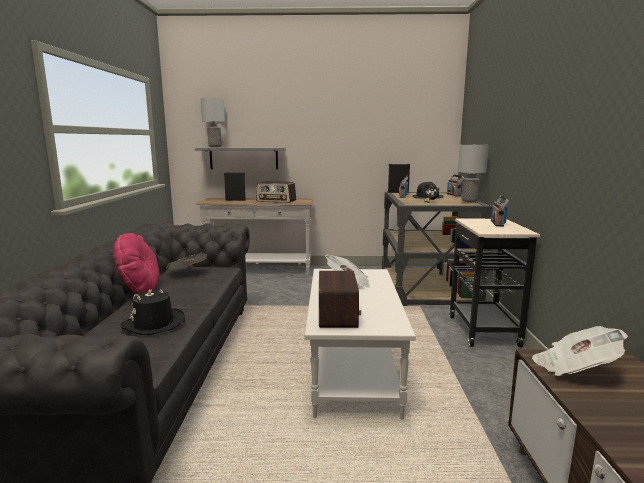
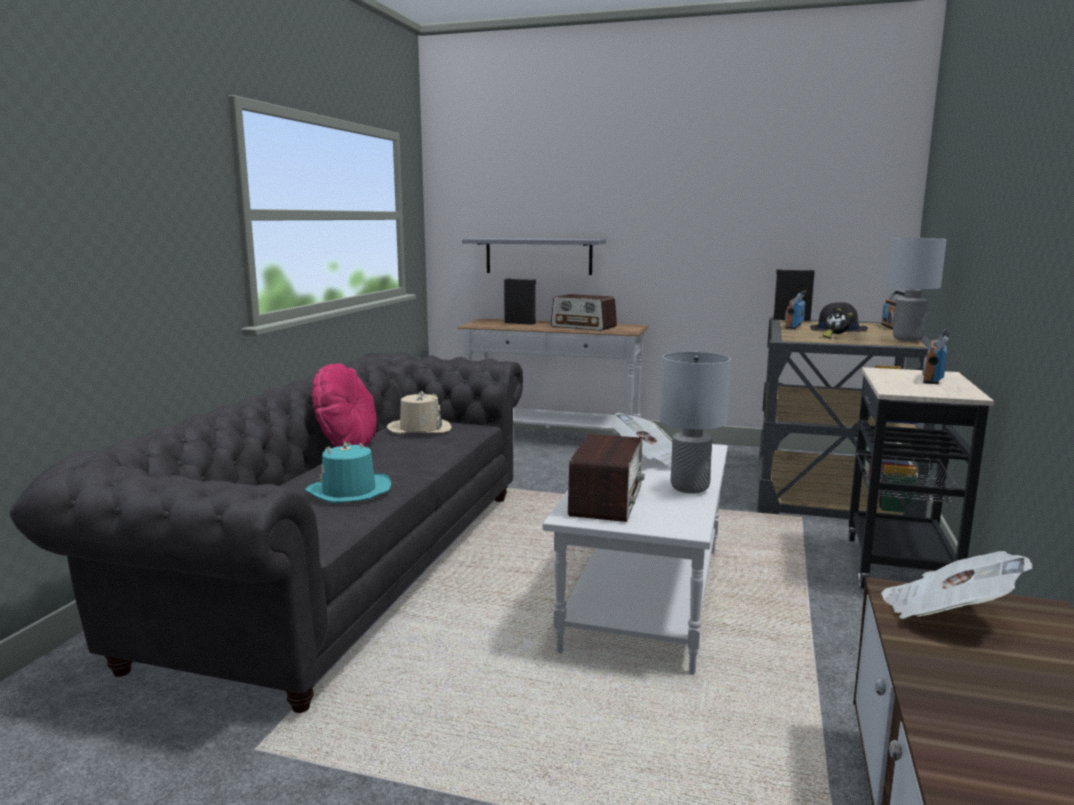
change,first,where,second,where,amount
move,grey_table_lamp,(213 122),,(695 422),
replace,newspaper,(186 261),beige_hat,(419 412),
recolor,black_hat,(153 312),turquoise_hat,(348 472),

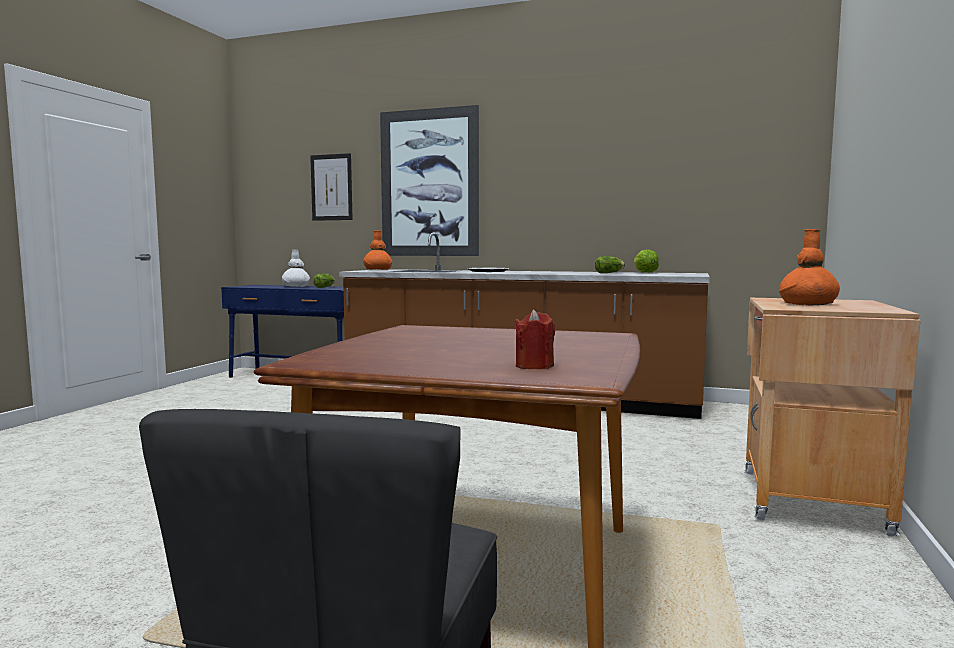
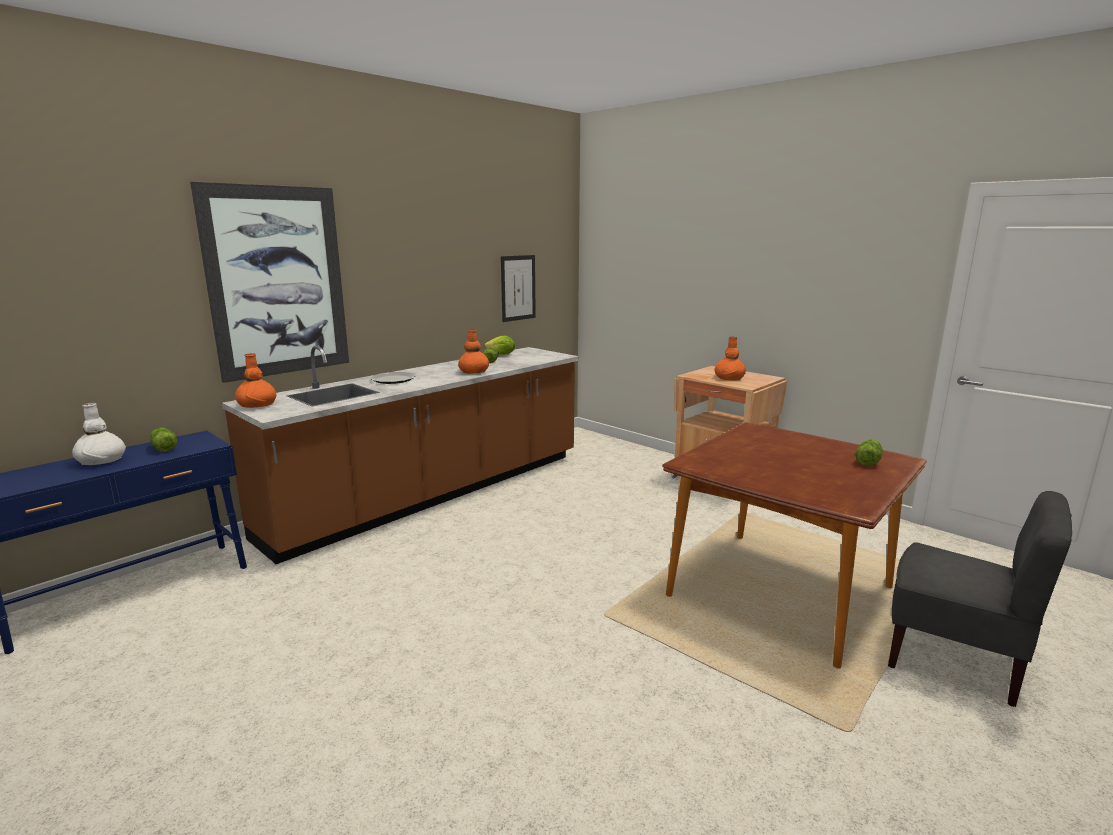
change,first,where,second,where,amount
move,picture,(331 187),,(518 288),
replace,red_candle,(535 339),lettuce,(869 452),
insert,,,orange_vase,(473 352),

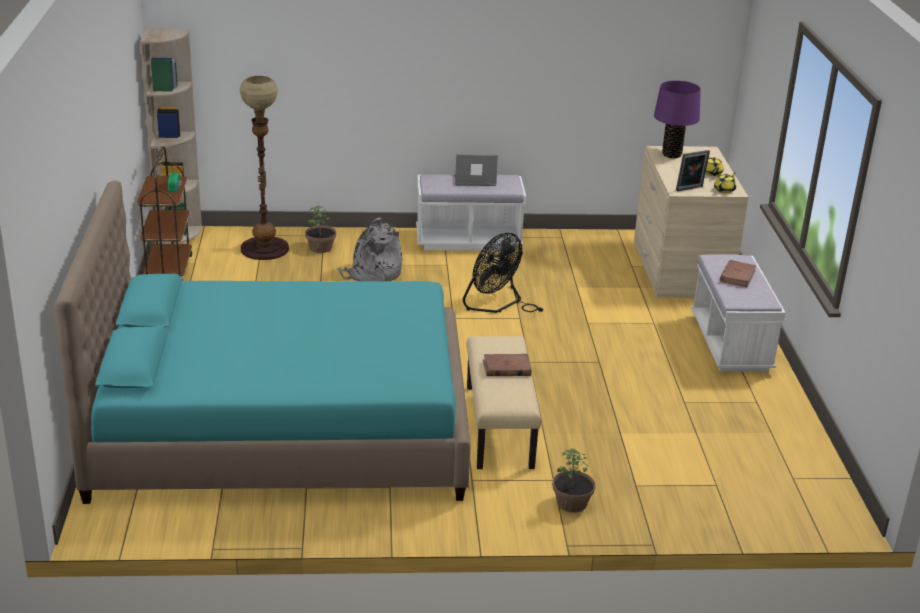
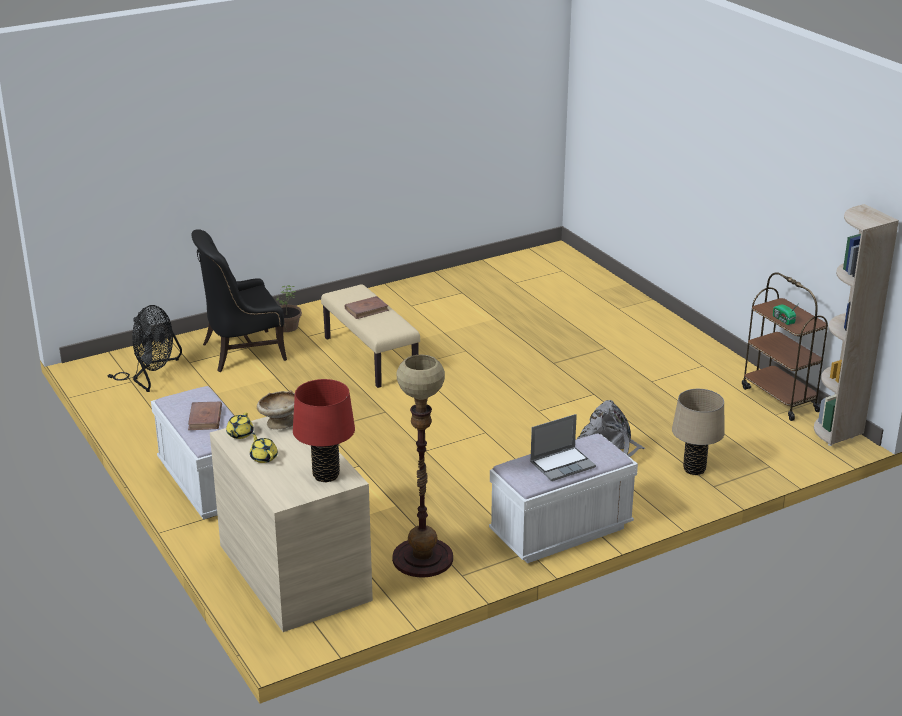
change,first,where,second,where,amount
move,floor_lamp,(264 168),,(422 465),
recolor,purple_table_lamp,(677 119),red_table_lamp,(324 430),
replace,picture_frame,(693 170),beige_bowl,(276 409),
delete,turquoise_bed,(262 342),,,
replace,potted_plant,(320 229),beige_table_lamp,(698 432),
move,black_fan,(503 273),,(145 348),
insert,,,black_chair,(239 300),

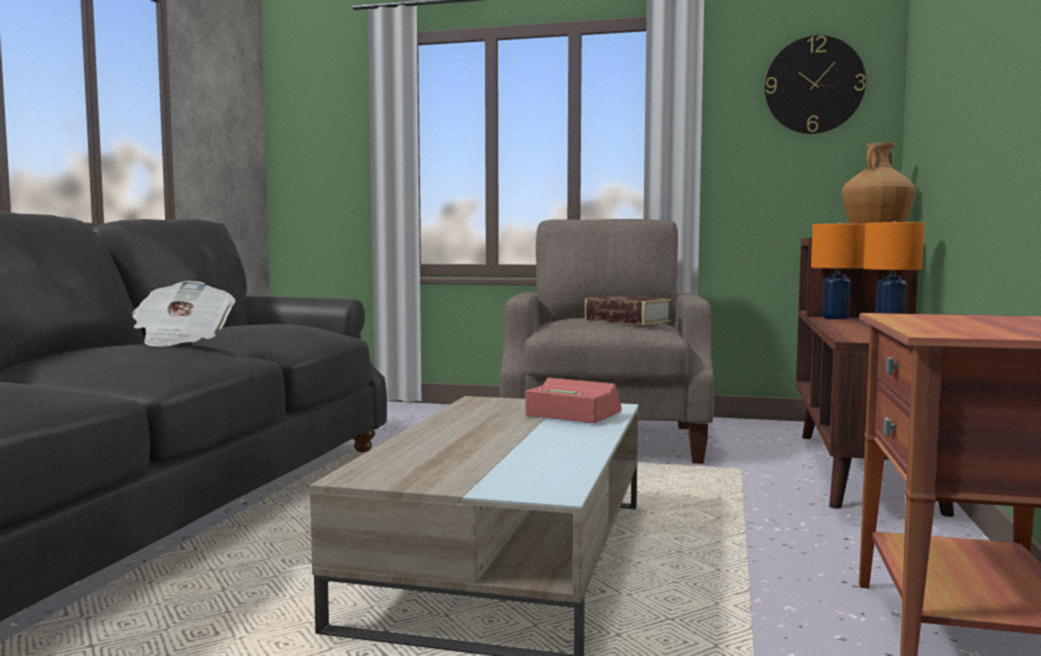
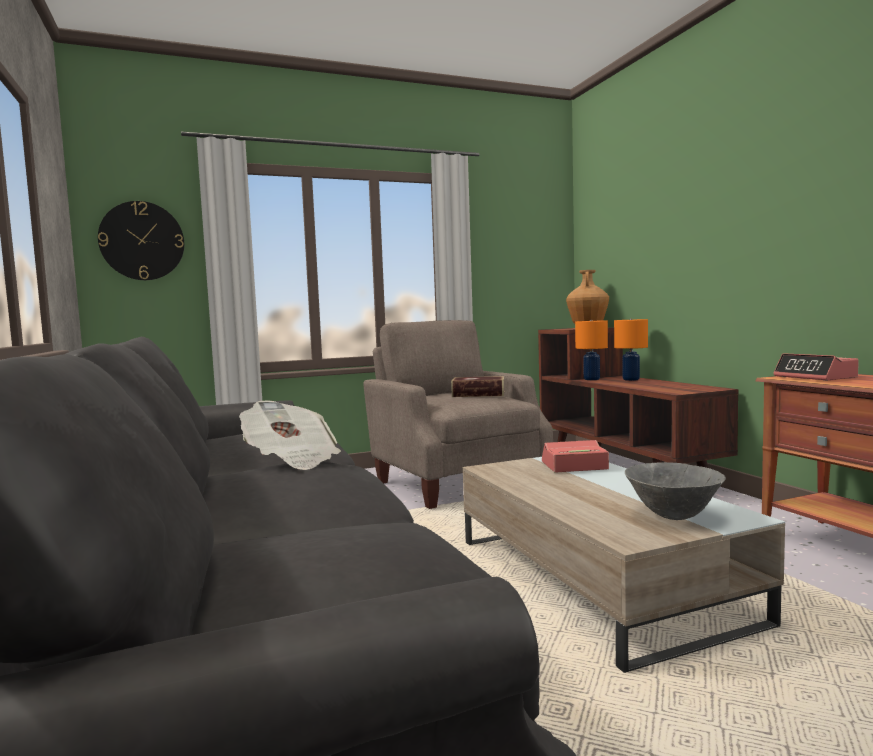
change,first,where,second,where,amount
move,wall_clock,(815 84),,(141 240),
insert,,,alarm_clock,(816 367),
insert,,,grey_bowl,(675 491),

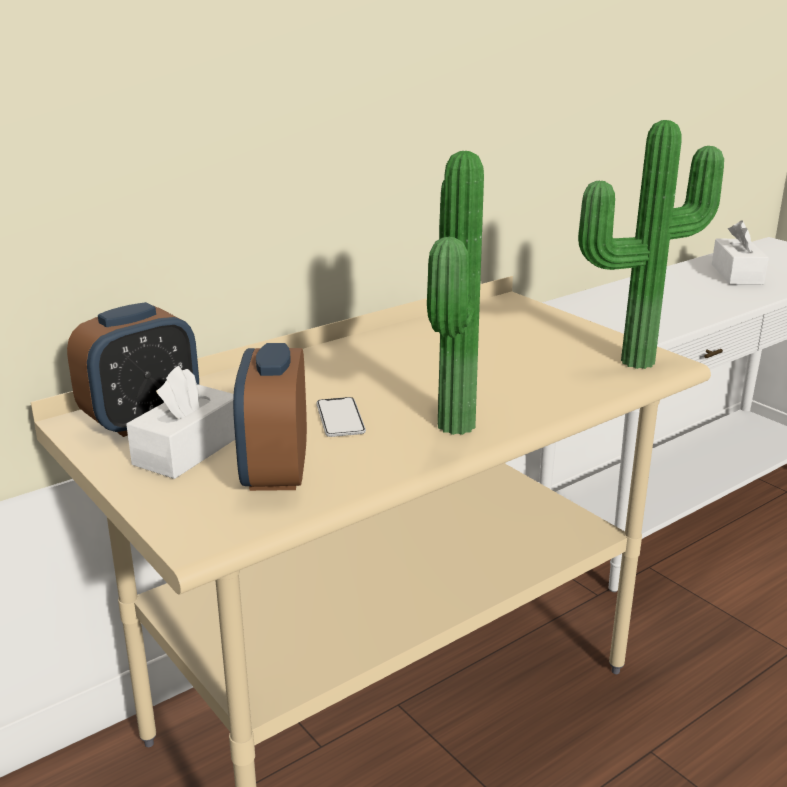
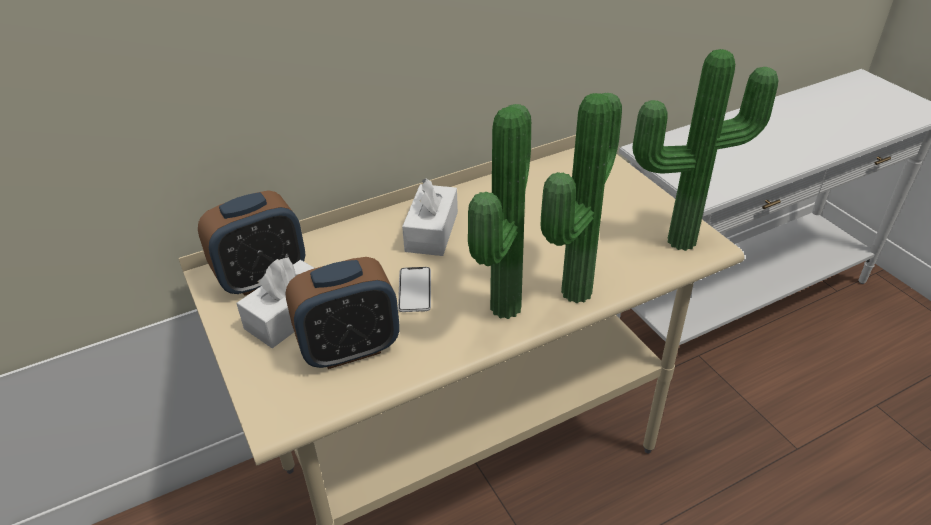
change,first,where,second,where,amount
move,white_tissue_box,(740 253),,(430 217),
rotate,alarm_clock,(270 417),,(342 313),120 degrees counterclockwise
insert,,,potted_plant,(581 198),

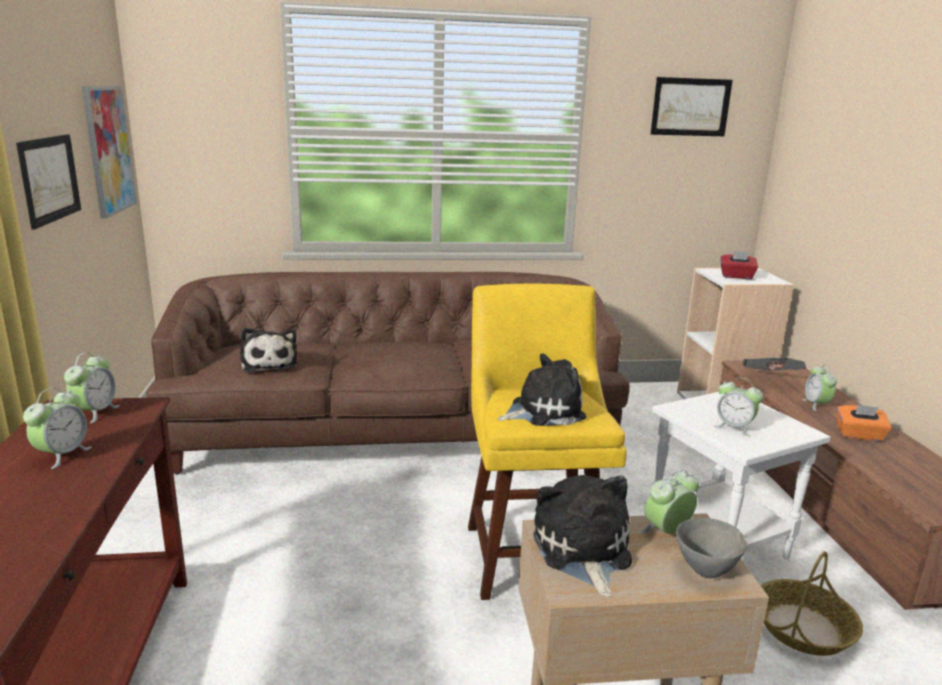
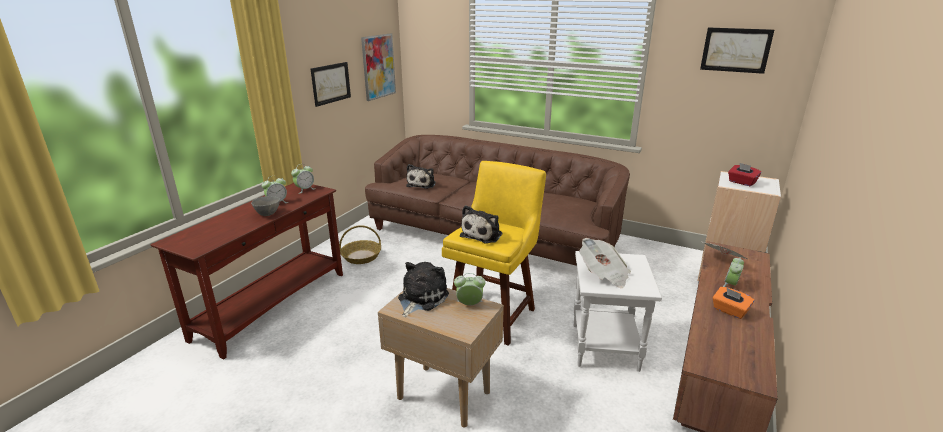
change,first,where,second,where,amount
rotate,plush_toy,(541 390),,(481 224),105 degrees clockwise
replace,alarm_clock,(738 407),newspaper,(605 263),
move,grey_bowl,(711 548),,(265 206),
move,basket,(812 603),,(360 244),

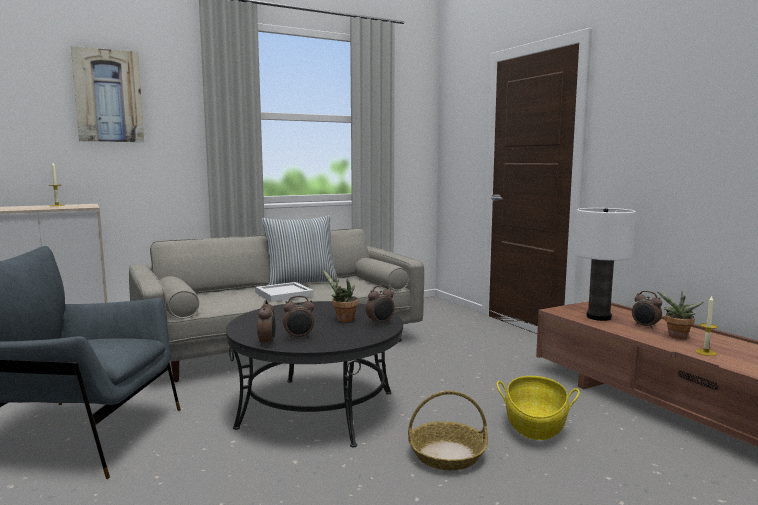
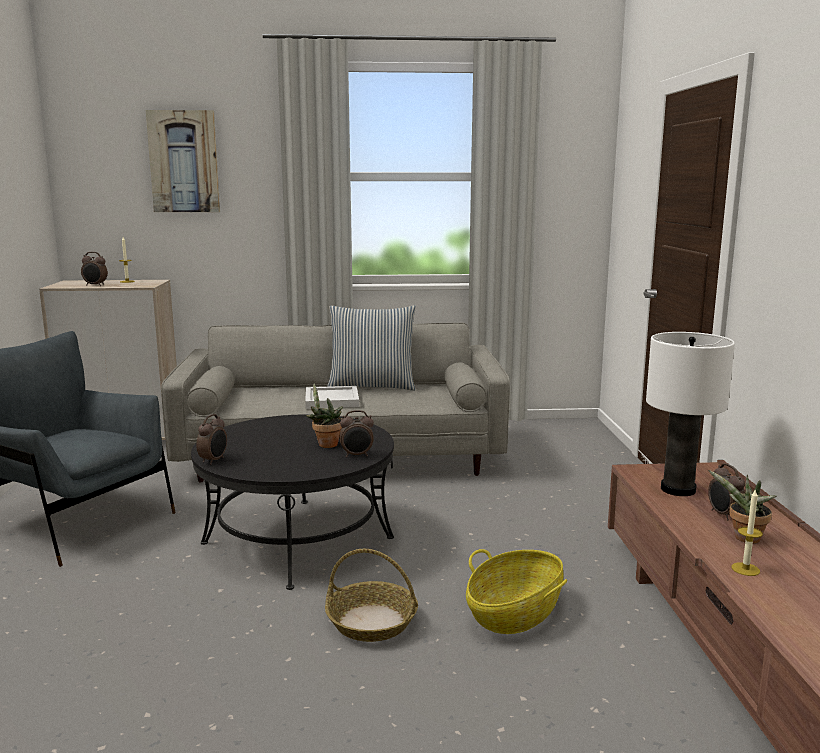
change,first,where,second,where,amount
move,alarm_clock,(298 317),,(94 269),

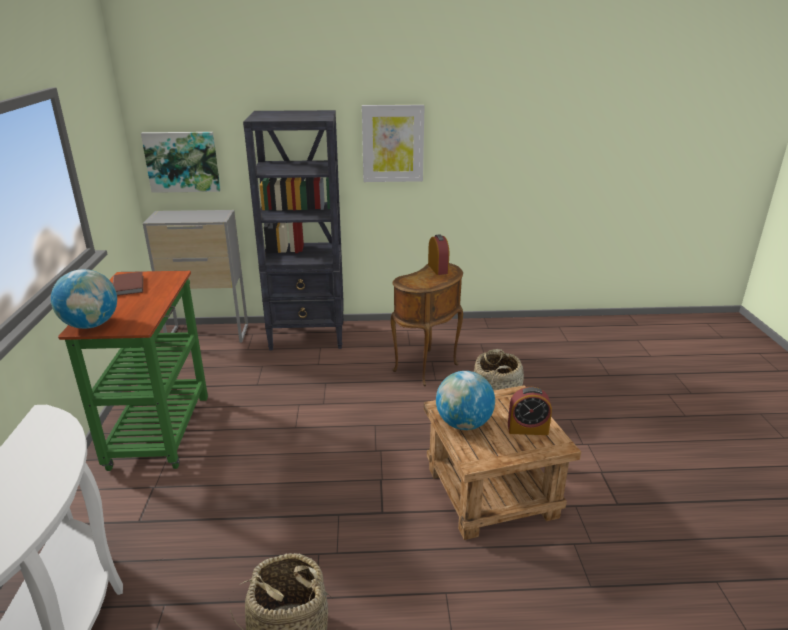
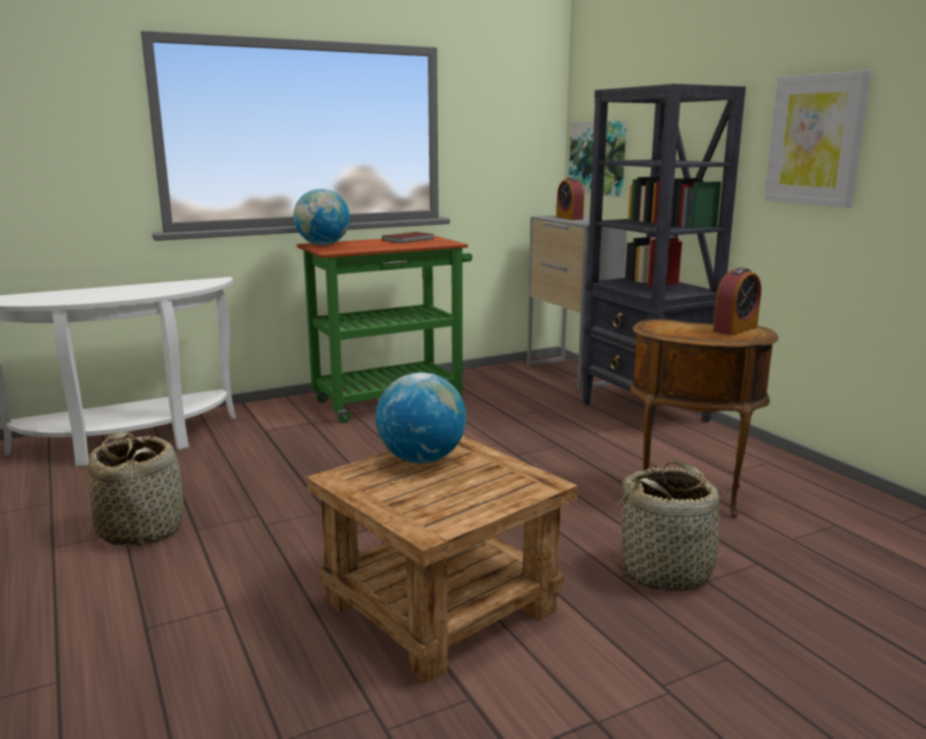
change,first,where,second,where,amount
move,alarm_clock,(530 411),,(570 198),

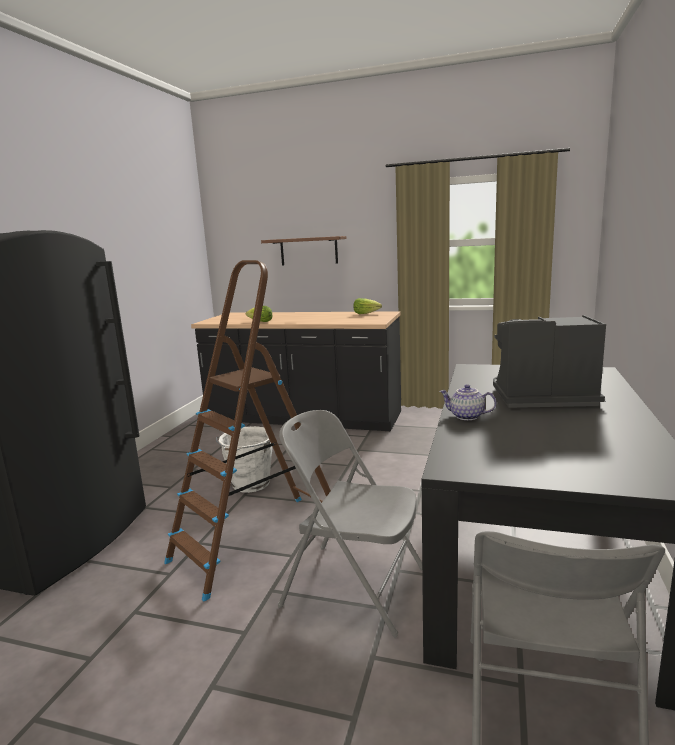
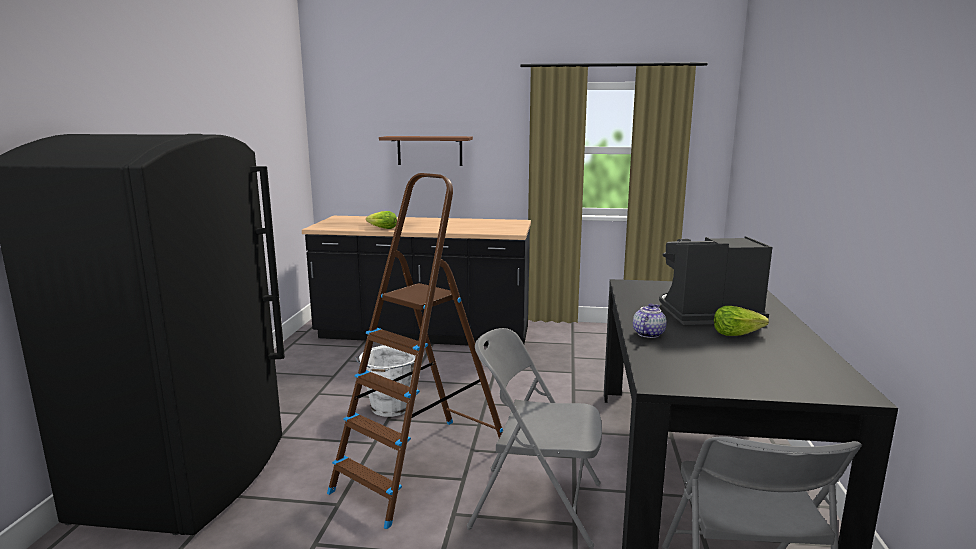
change,first,where,second,where,amount
move,lettuce,(367 306),,(741 321),
rotate,teapot,(468 402),,(650 320),105 degrees clockwise

